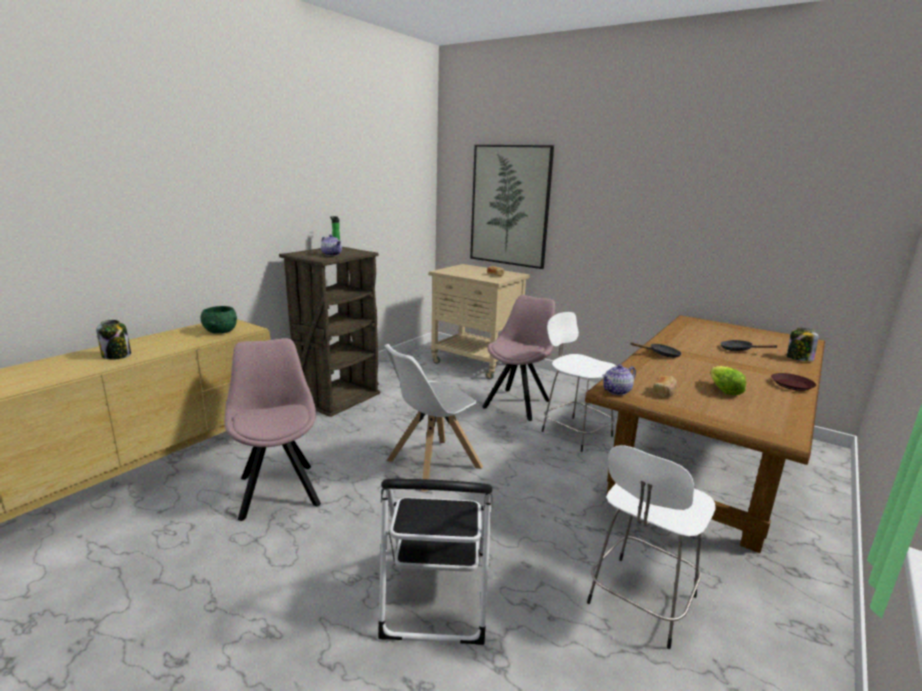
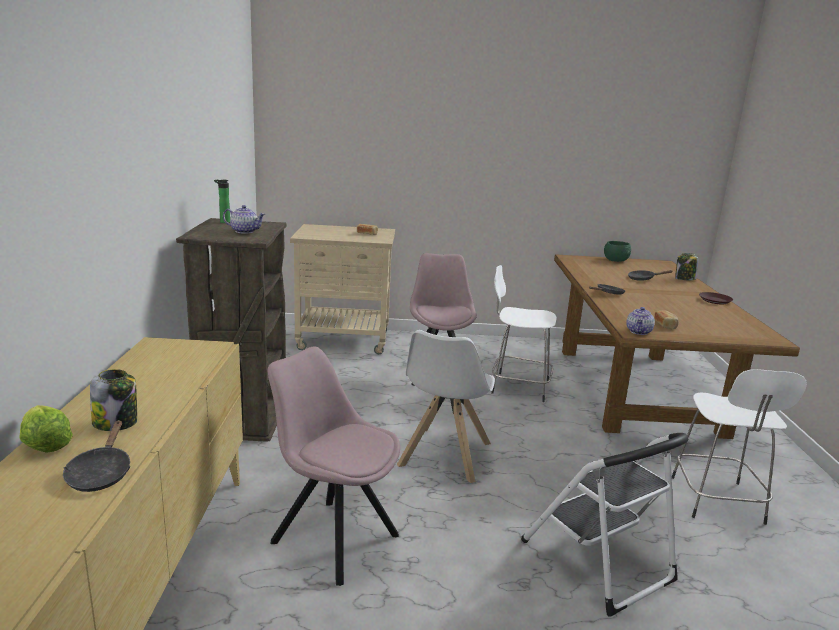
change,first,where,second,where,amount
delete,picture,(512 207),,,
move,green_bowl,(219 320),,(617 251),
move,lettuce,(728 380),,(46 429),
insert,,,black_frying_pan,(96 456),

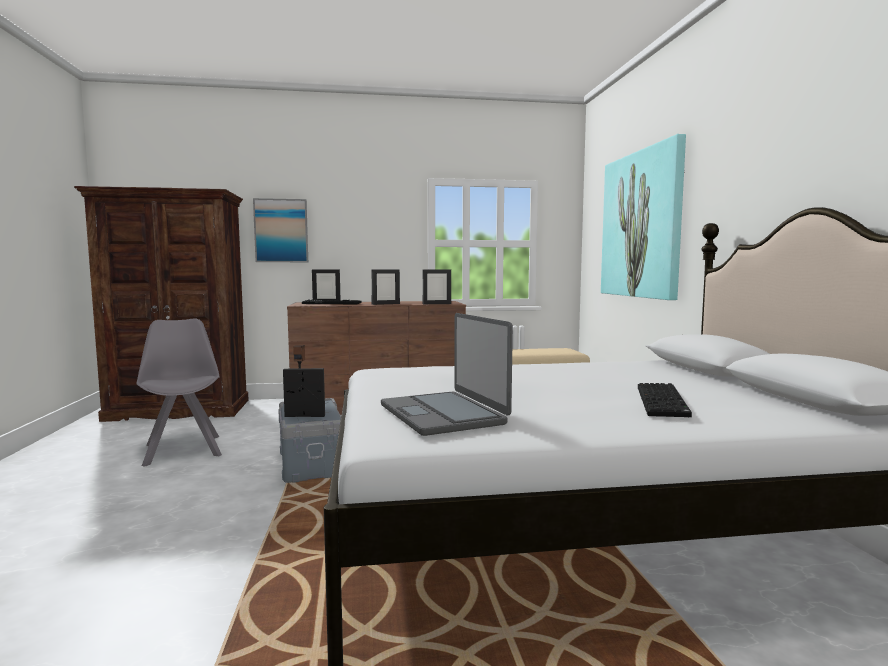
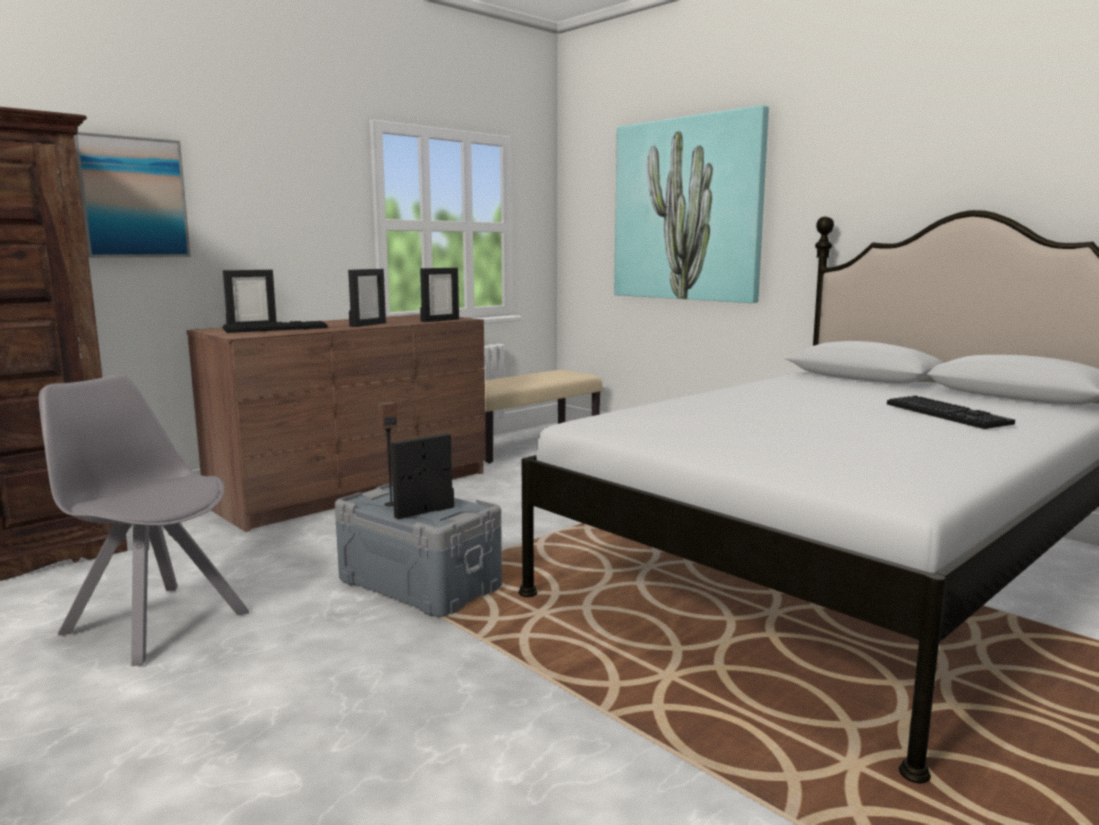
change,first,where,second,where,amount
delete,laptop,(447 374),,,

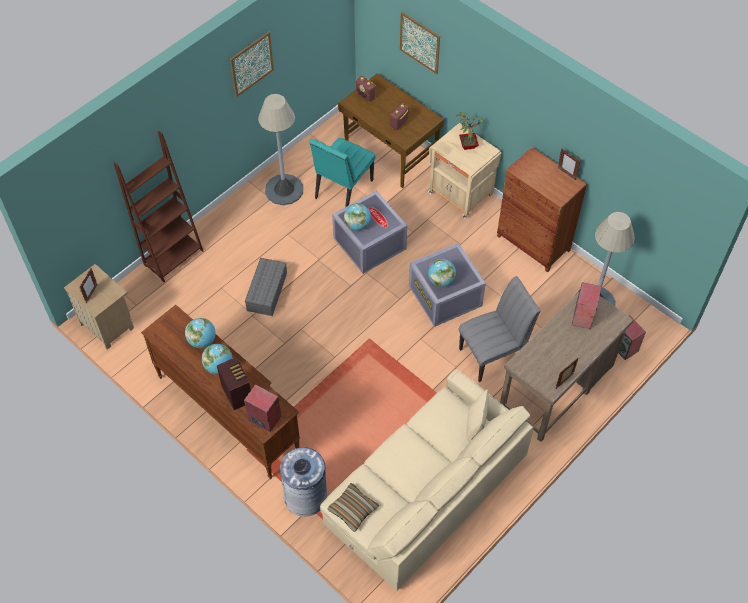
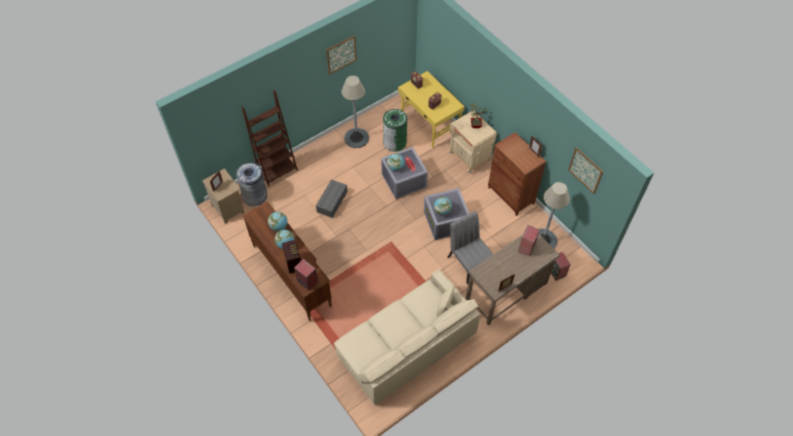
change,first,where,second,where,amount
move,picture,(420 43),,(585 170),
recolor,brown_desk,(391 131),yellow_desk,(431 109),
replace,turquoise_chair,(342 172),green_trash_can,(395 130),
rotate,grey_chair,(500 329),,(470 247),105 degrees counterclockwise
move,grey_trash_can,(303 482),,(251 185),
delete,pillow,(353 507),,,

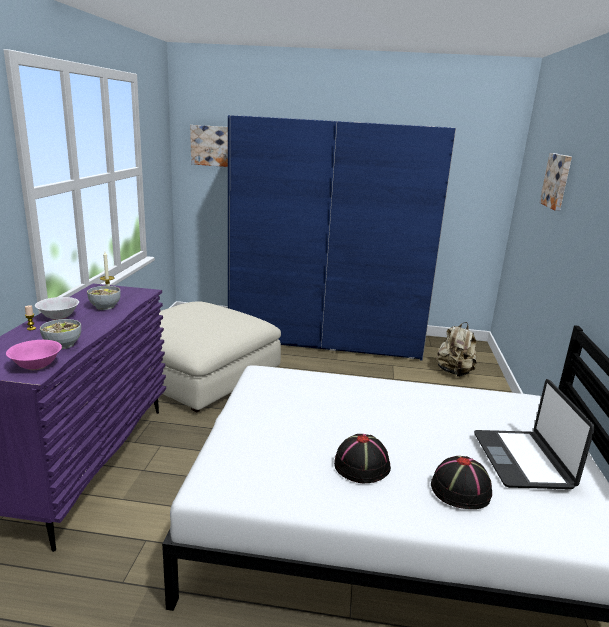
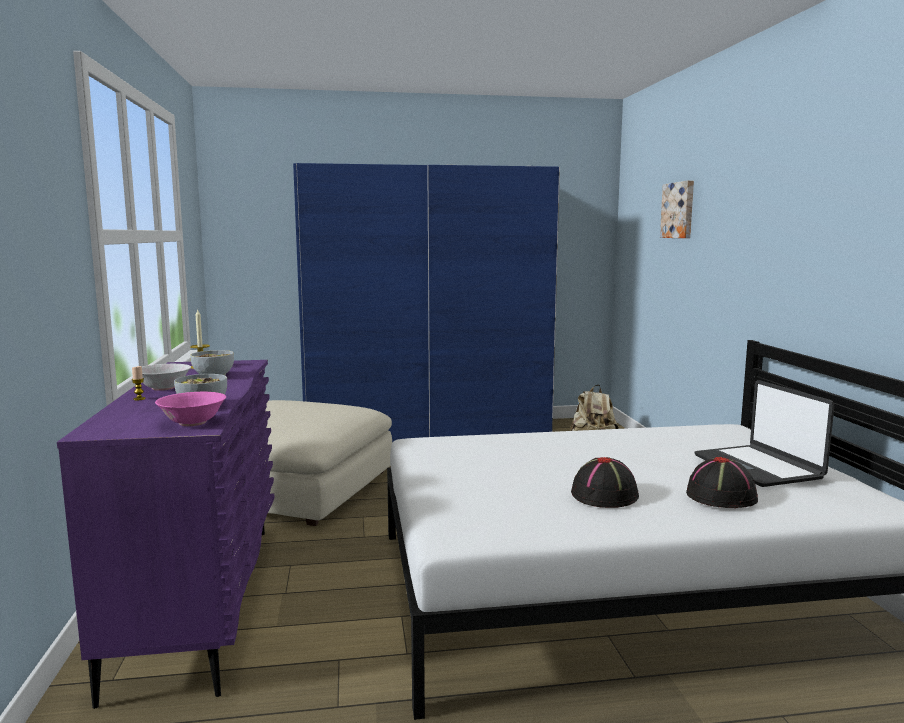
change,first,where,second,where,amount
delete,picture,(209 146),,,

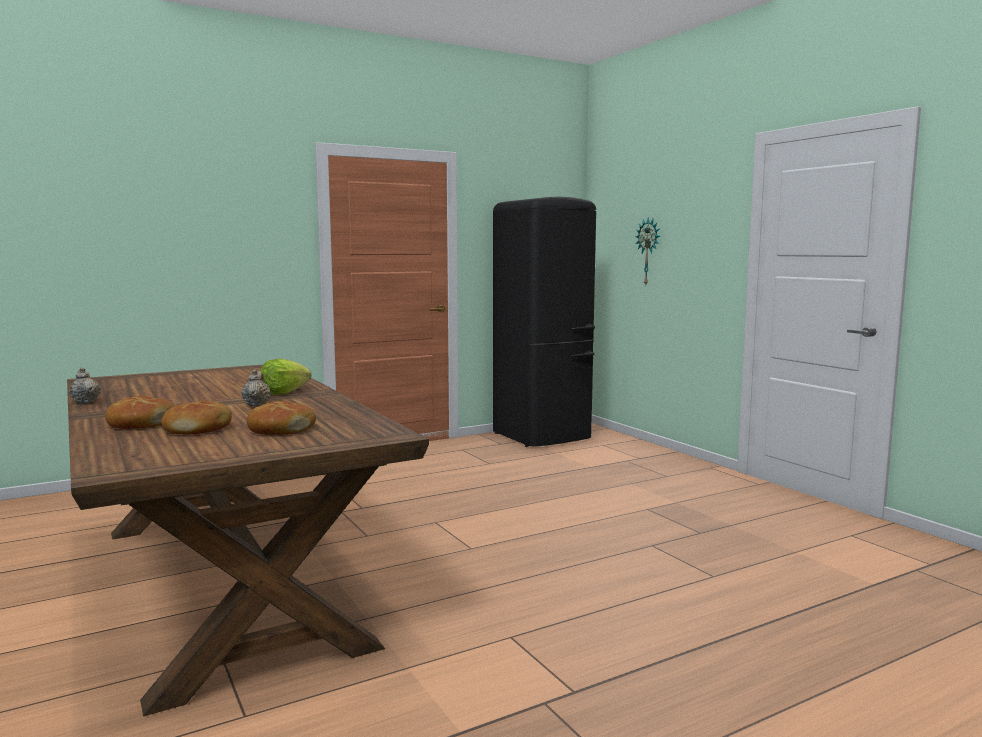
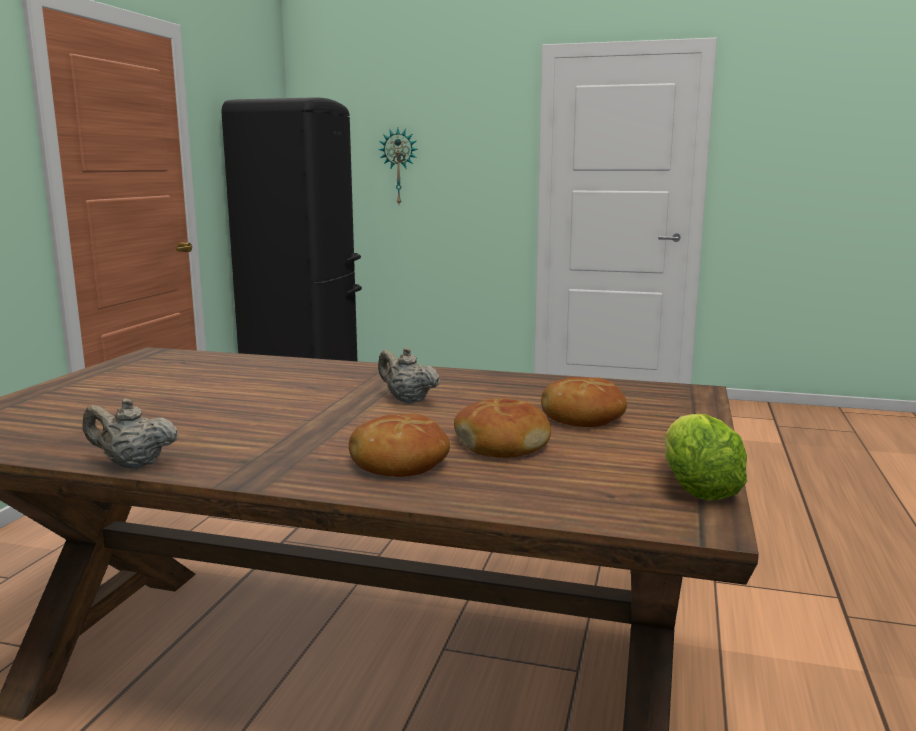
change,first,where,second,where,amount
move,lettuce,(285 377),,(706 457),

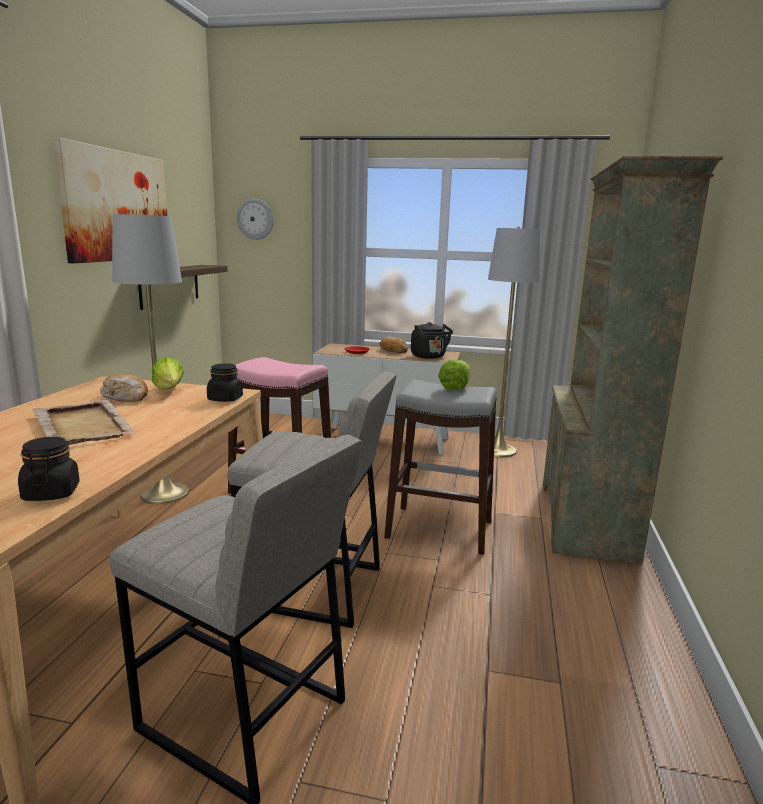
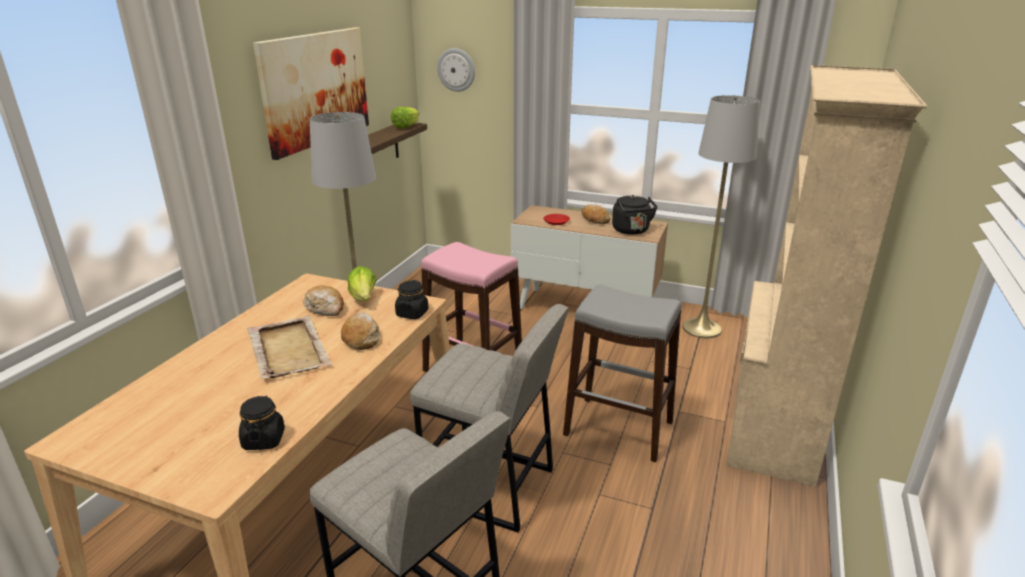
change,first,where,second,where,amount
recolor,green_bookcase,(633 360),beige_bookcase,(826 276),
move,lettuce,(454 375),,(405 118),
insert,,,bread,(360 331),

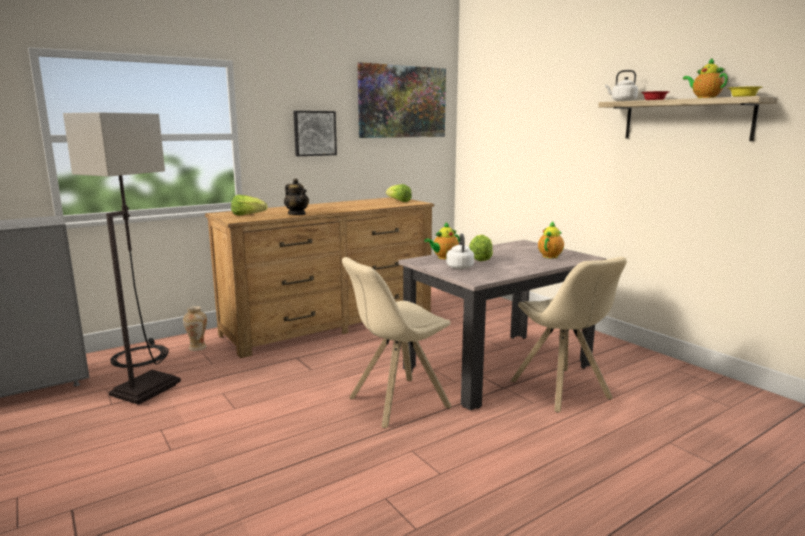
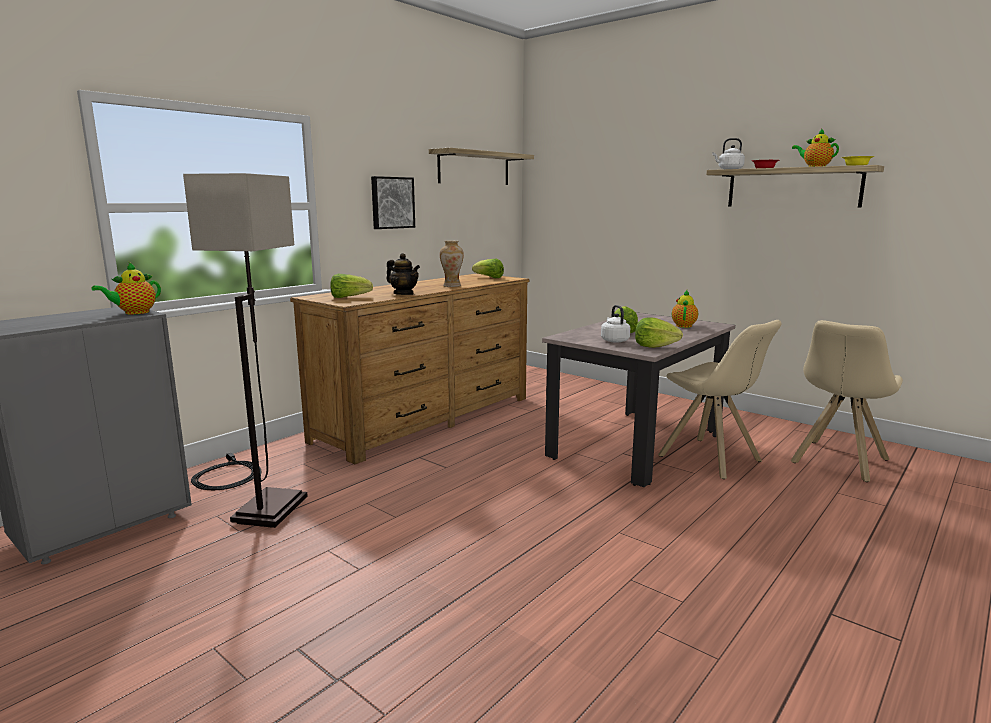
change,first,where,second,where,amount
replace,picture,(401 100),shelf,(481 166),
move,teapot,(442 240),,(126 288),
move,beige_chair,(396 342),,(847 401),
move,vase,(195 328),,(452 264),
insert,,,lettuce,(659 332),

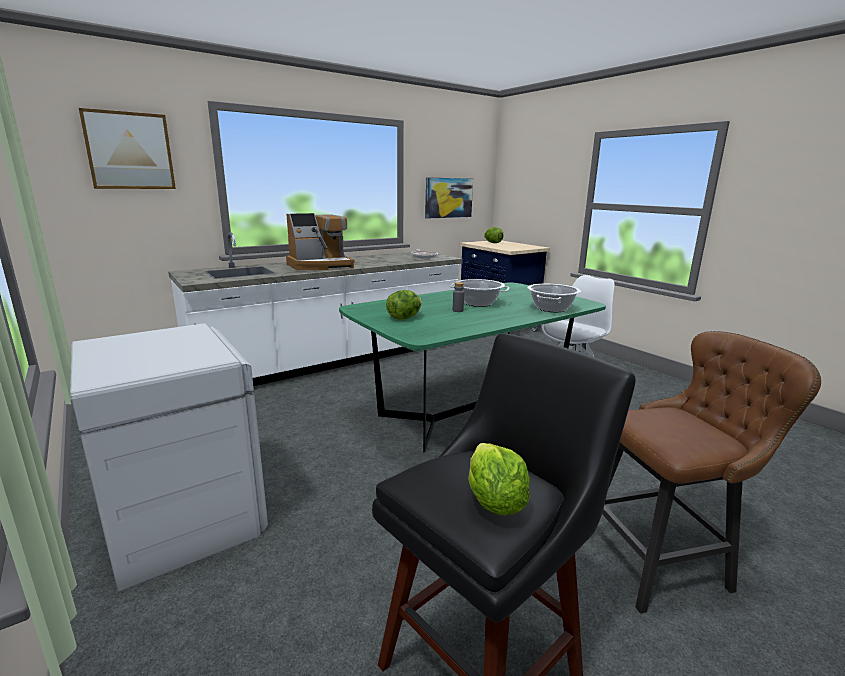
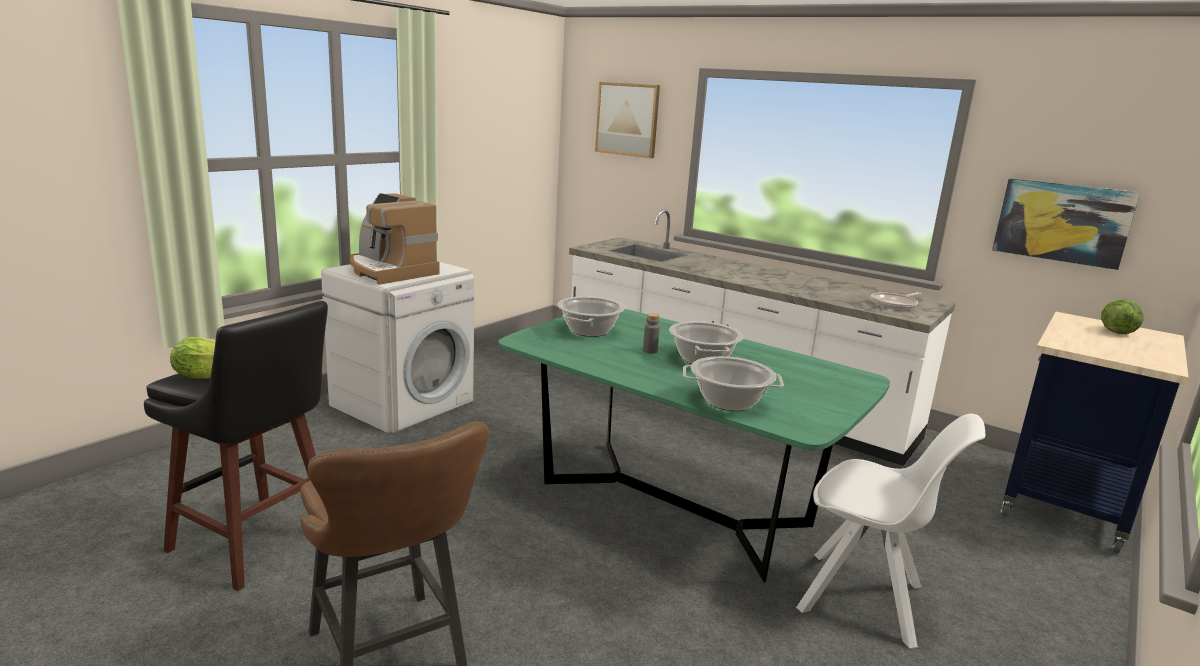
change,first,where,second,where,amount
move,coffee_machine,(320 241),,(395 239),
replace,lettuce,(404 304),cooking_pot,(591 316),

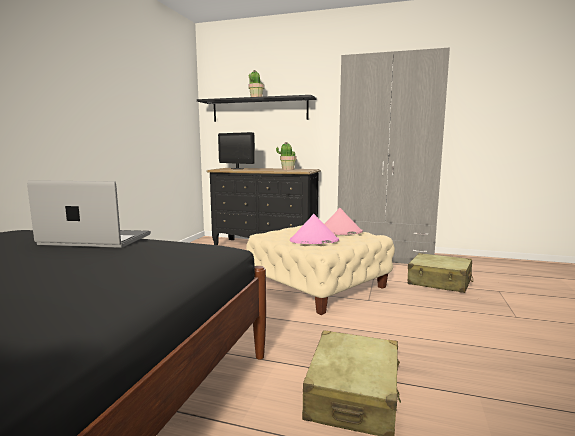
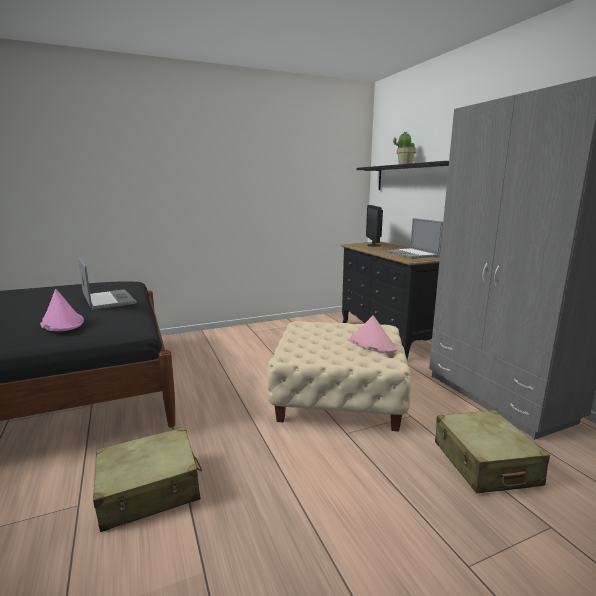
change,first,where,second,where,amount
replace,potted_plant,(286 156),laptop,(414 238),
move,pink_hat,(314 229),,(62 310),

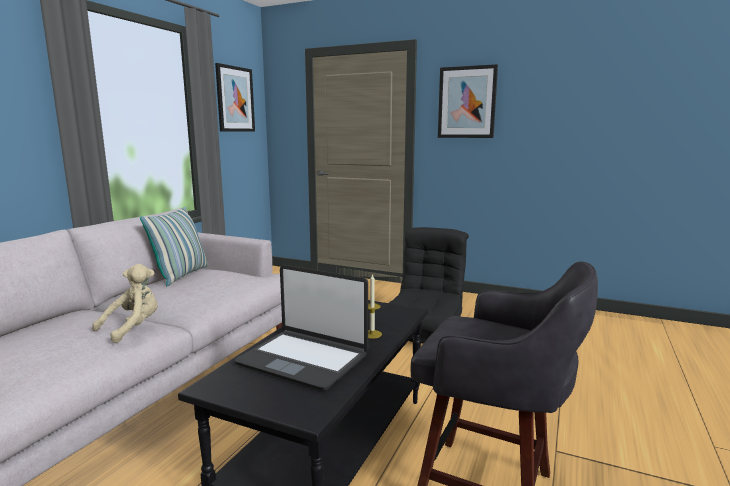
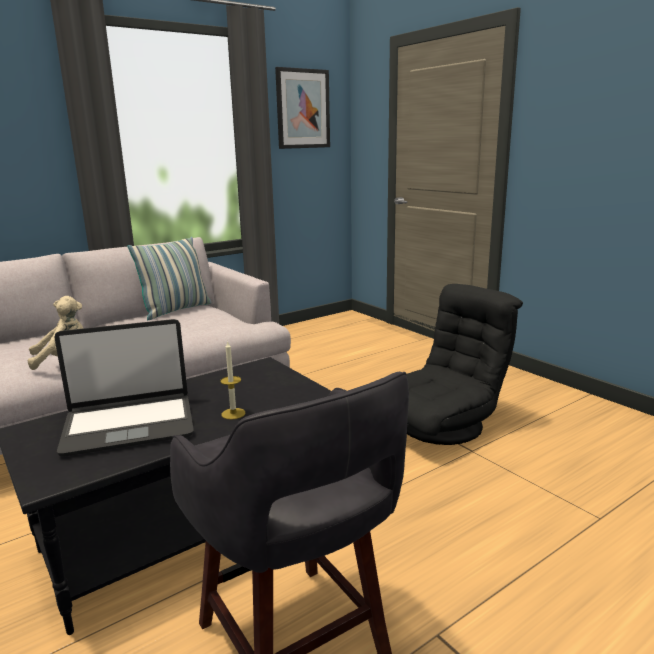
change,first,where,second,where,amount
delete,picture,(468 101),,,
rotate,laptop,(301 327),,(124 388),75 degrees counterclockwise

